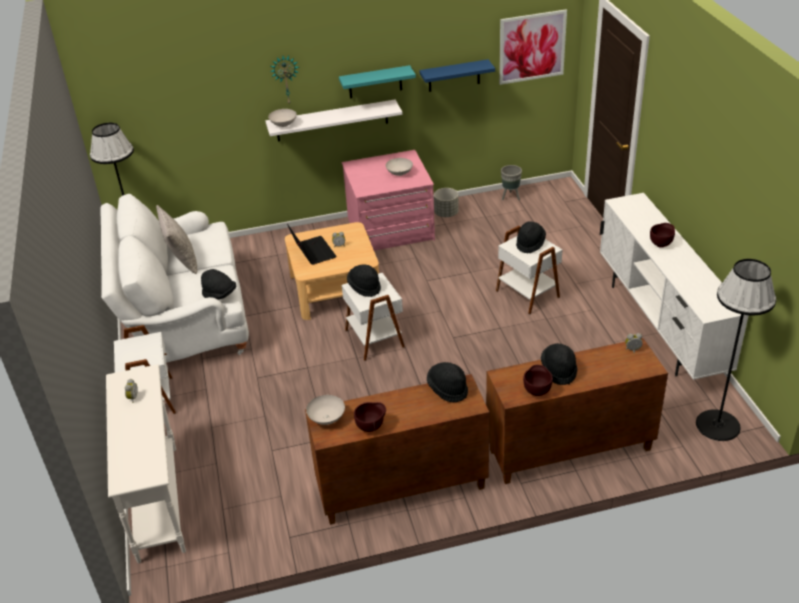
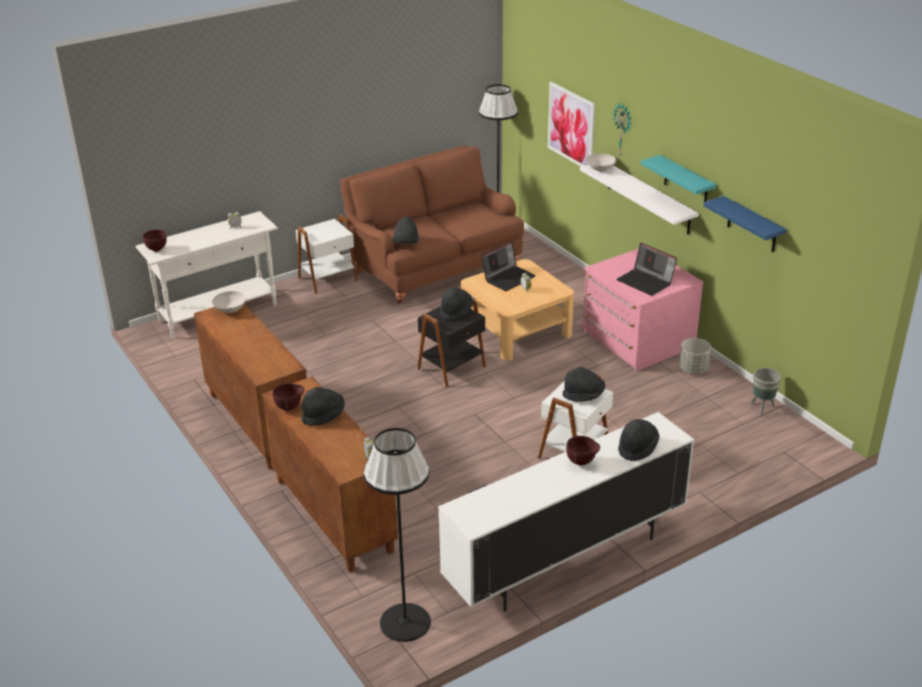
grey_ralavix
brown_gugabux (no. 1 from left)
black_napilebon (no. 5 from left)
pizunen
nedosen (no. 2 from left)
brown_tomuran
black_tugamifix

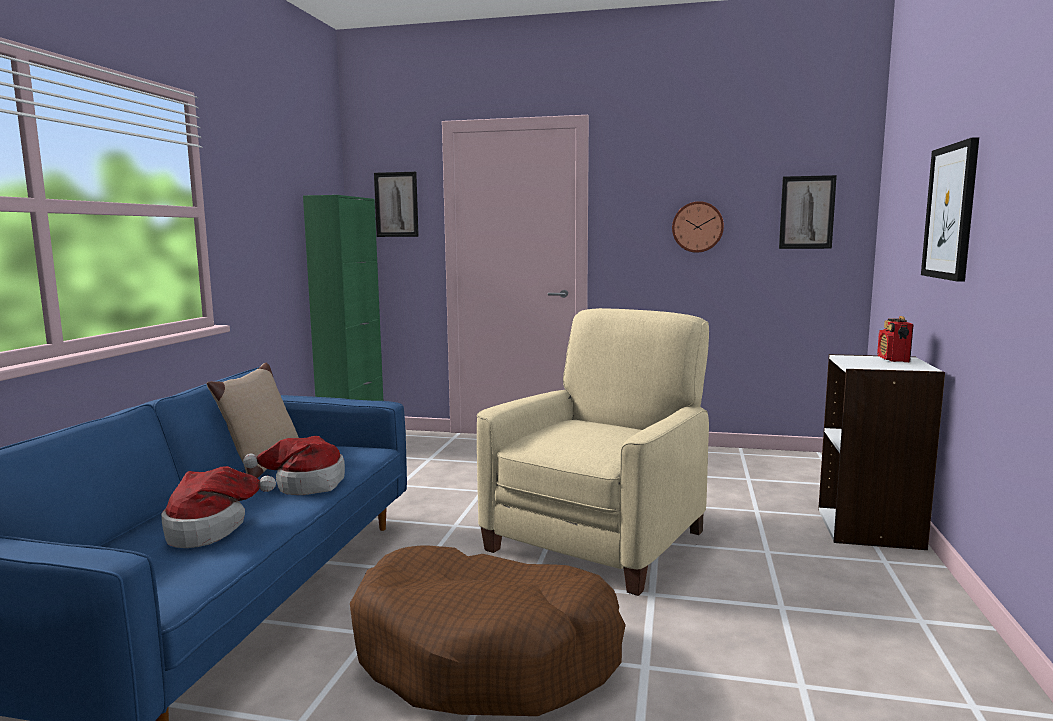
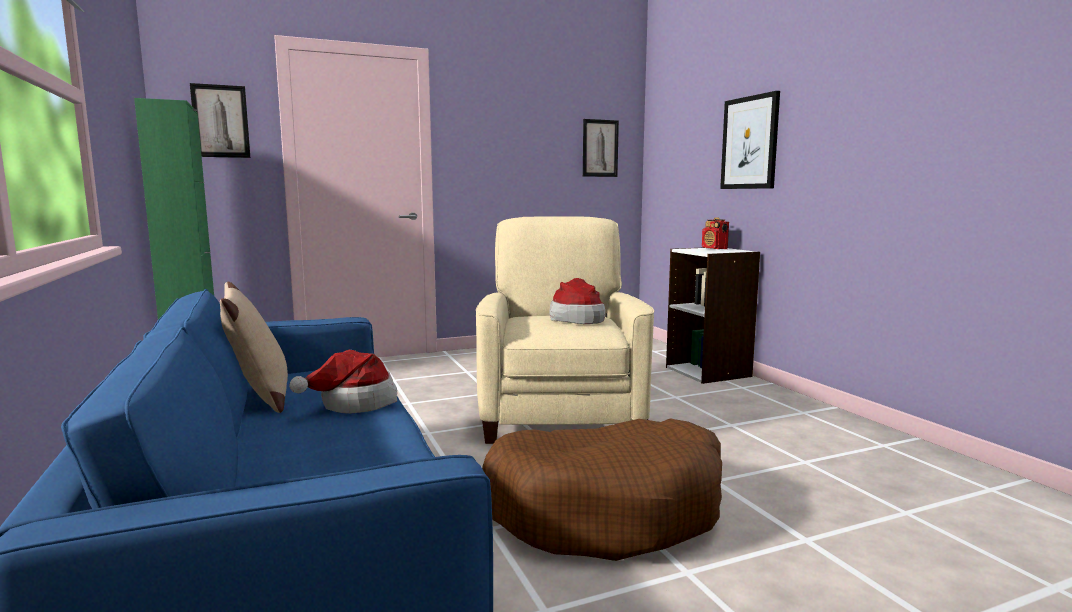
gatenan
napilebon (no. 2 from left)

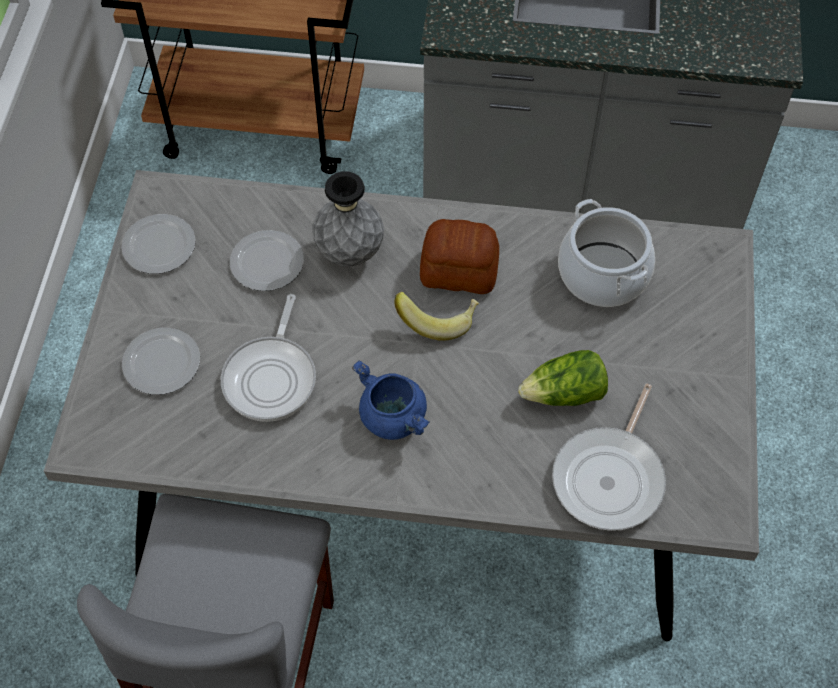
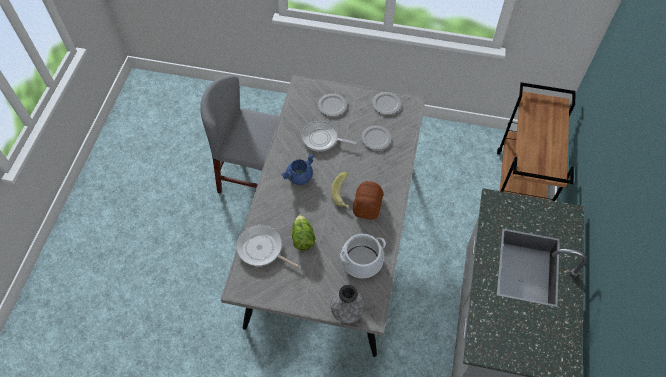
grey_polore

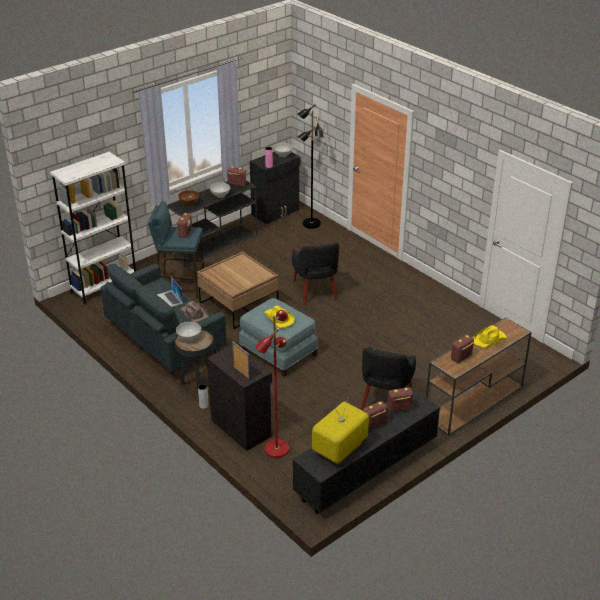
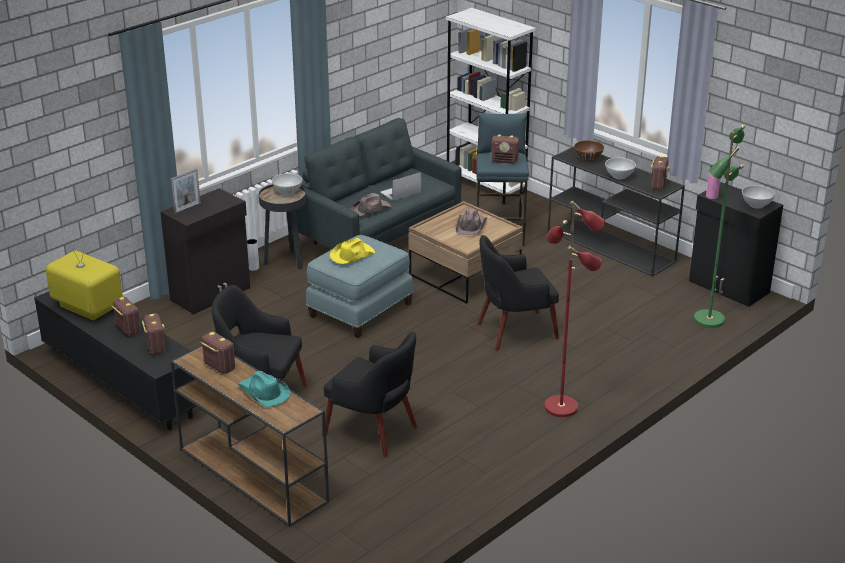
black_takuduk (no. 2 from left)
brown_napilebon (no. 2 from left)
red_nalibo
green_nalibo
turquoise_napilebon

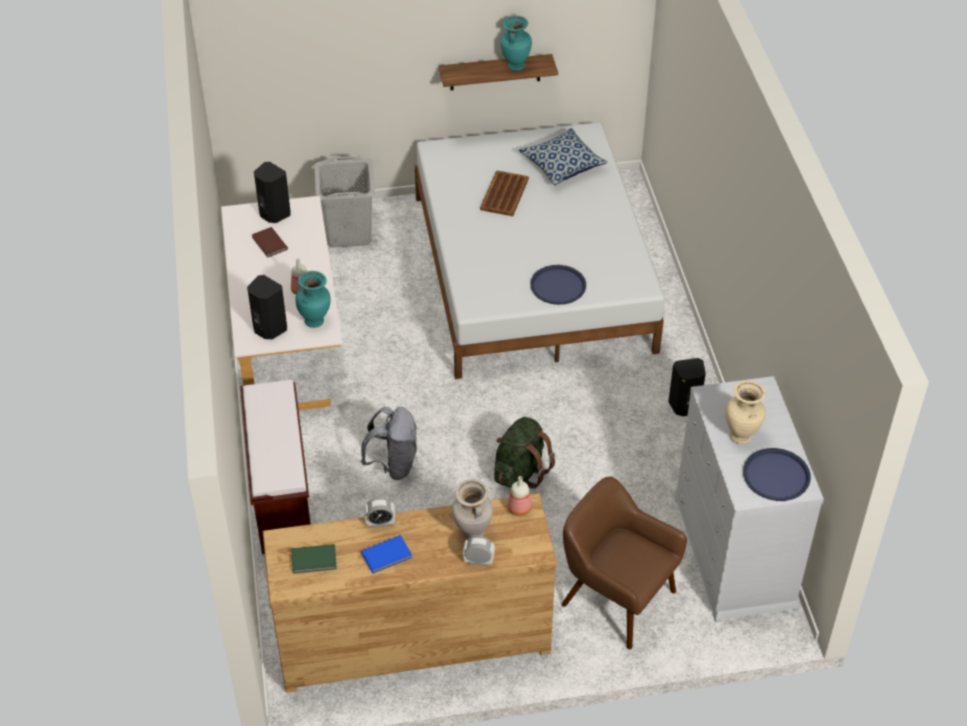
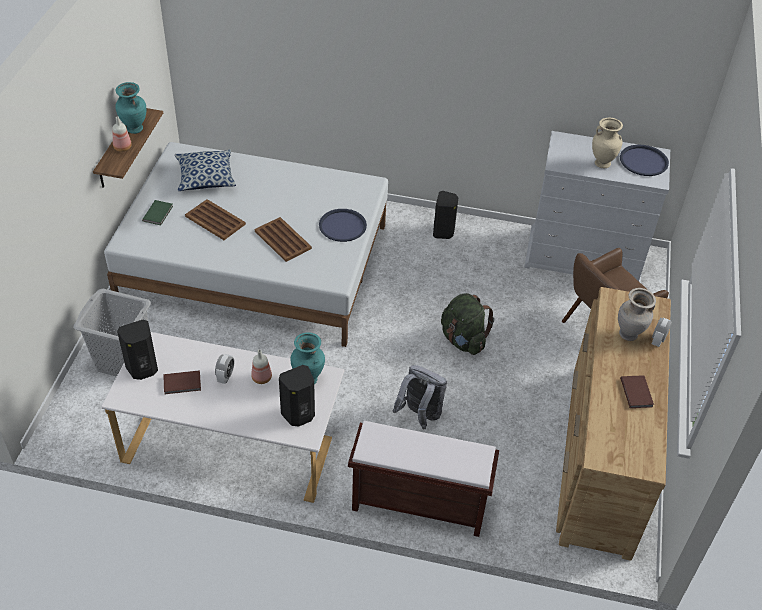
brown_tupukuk (no. 2 from left)
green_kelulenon
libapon (no. 1 from left)
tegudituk (no. 1 from left)
brown_kelulenon (no. 2 from left)

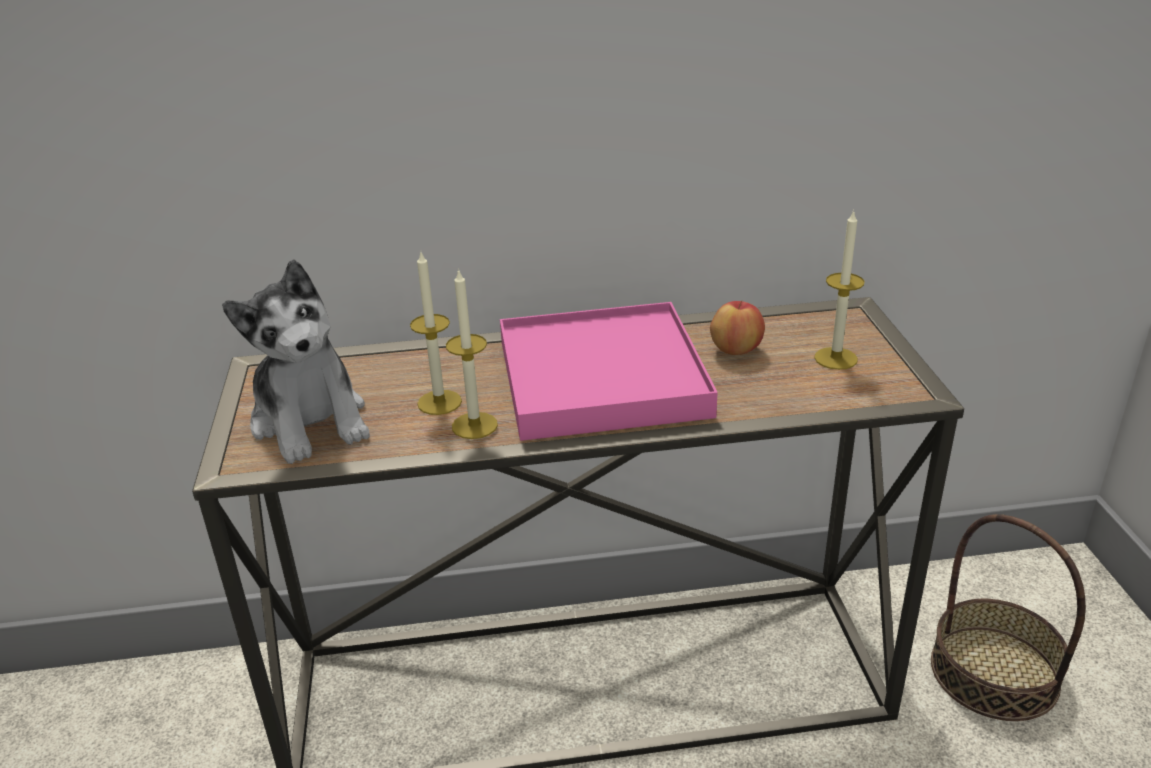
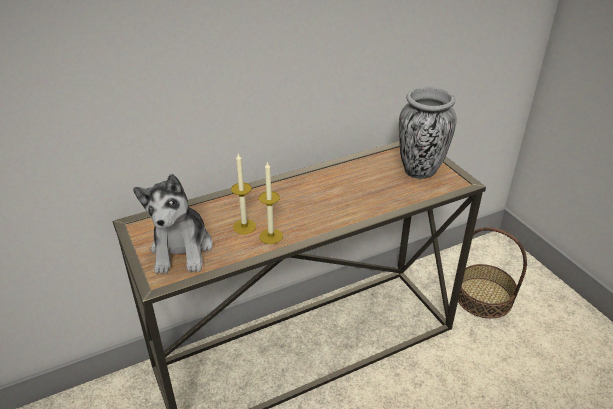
pink_tupukuk
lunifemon
polore
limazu

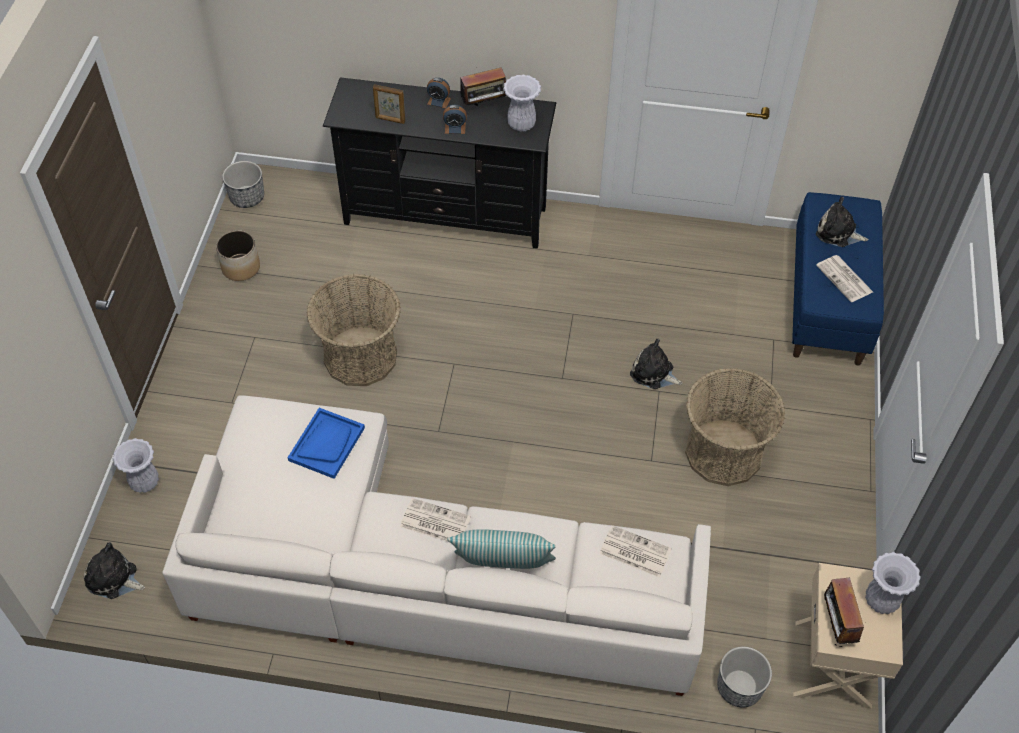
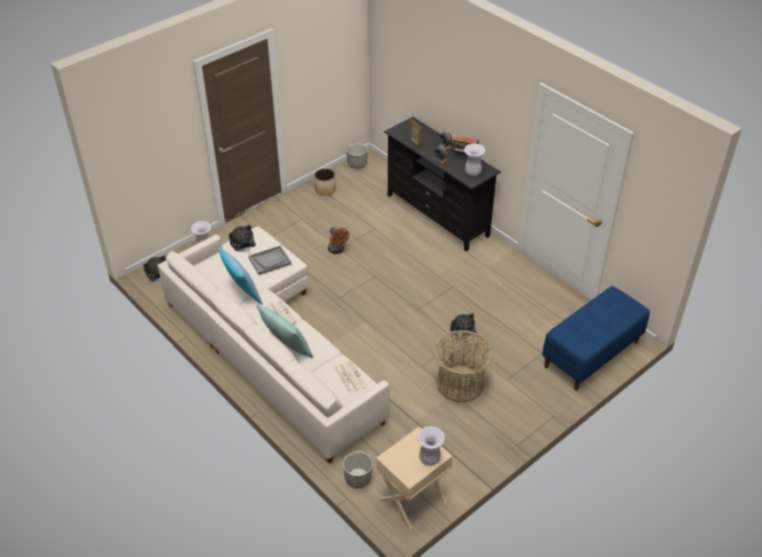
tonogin (no. 3 from left in the first image)
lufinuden (no. 2 from left in the first image)
ralavix (no. 1 from left)
limazu (no. 2 from left)
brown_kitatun
grey_tupukuk

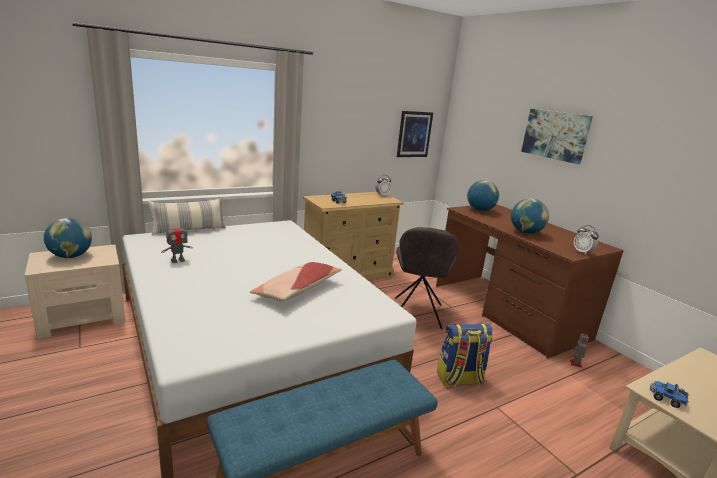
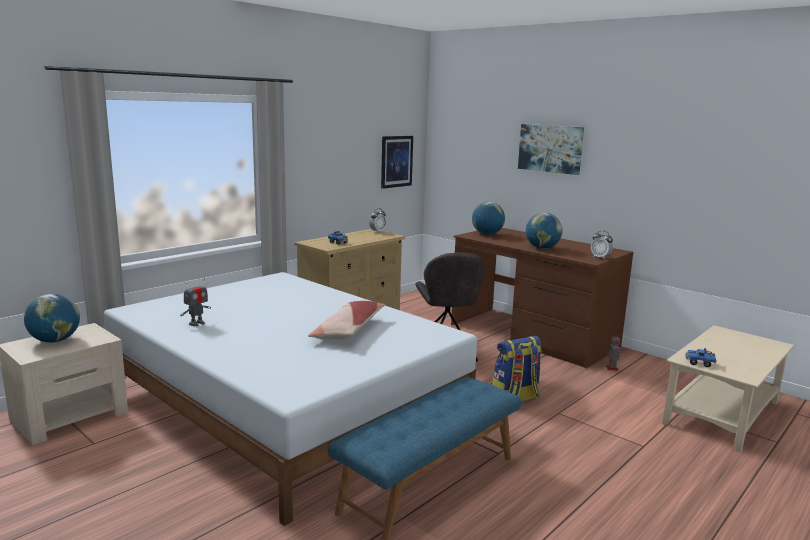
ralavix (no. 1 from left in the first image)

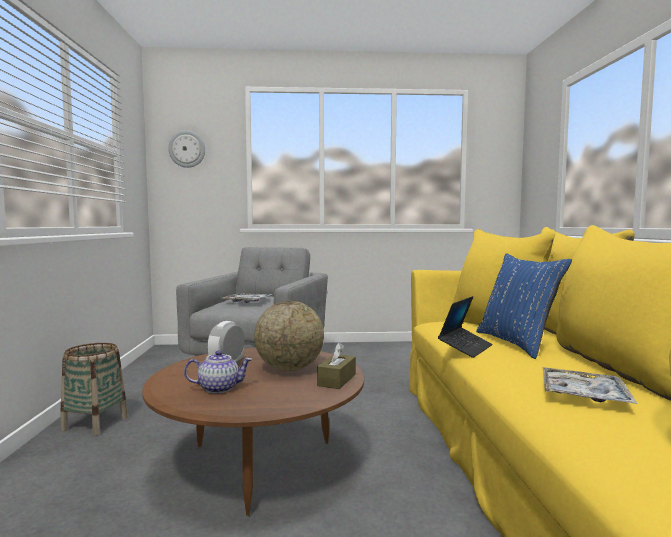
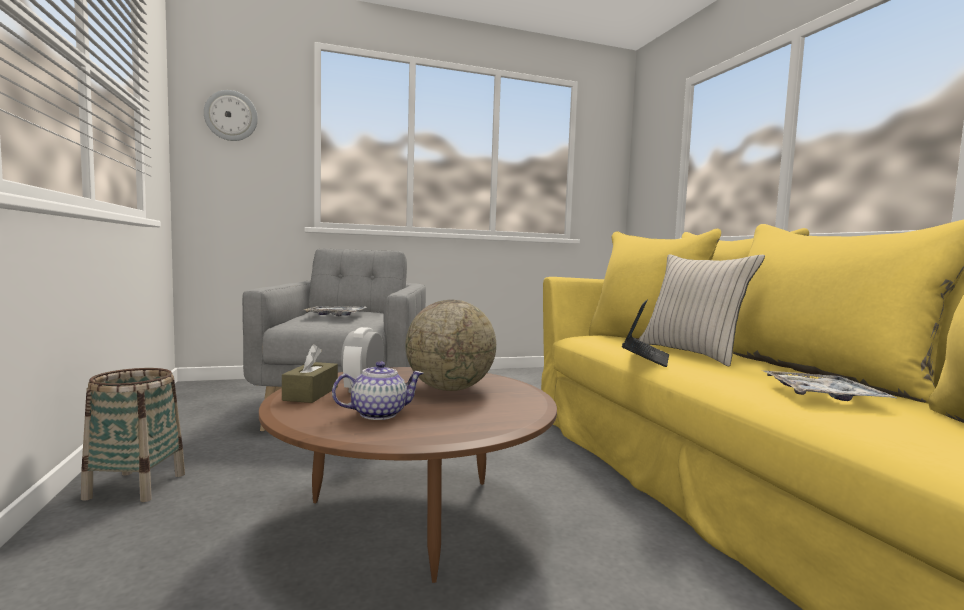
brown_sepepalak
beige_ralavix

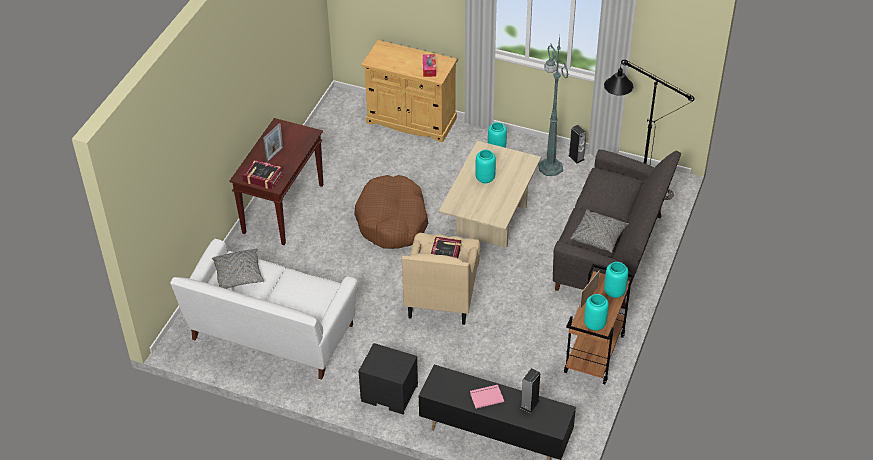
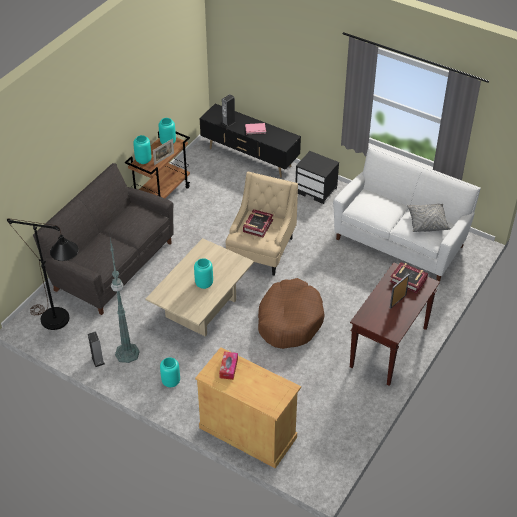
grey_ralavix (no. 2 from left in the first image)

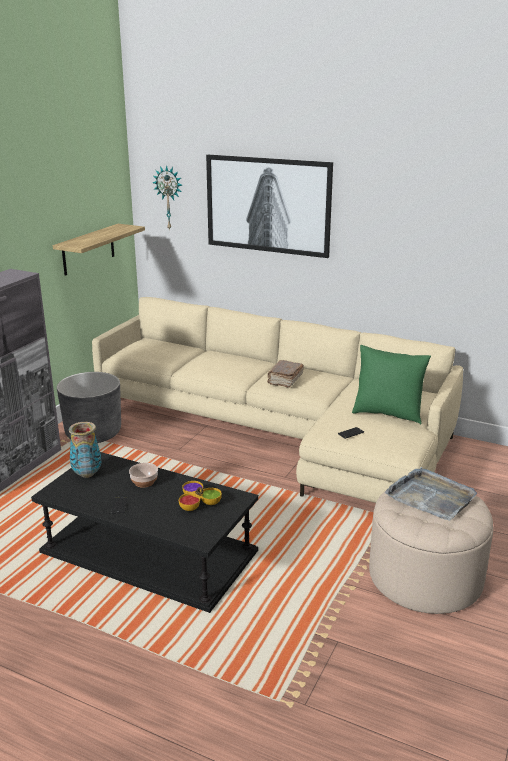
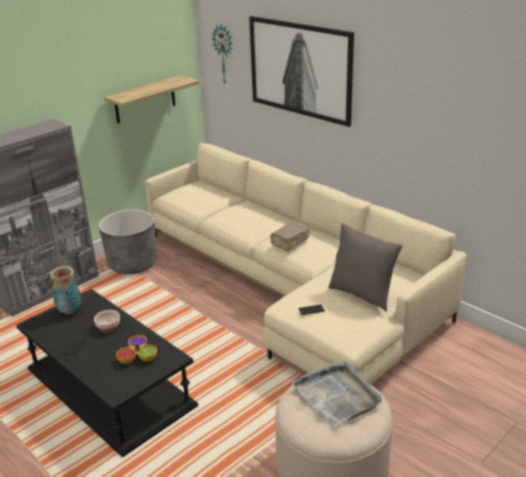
grey_ralavix

